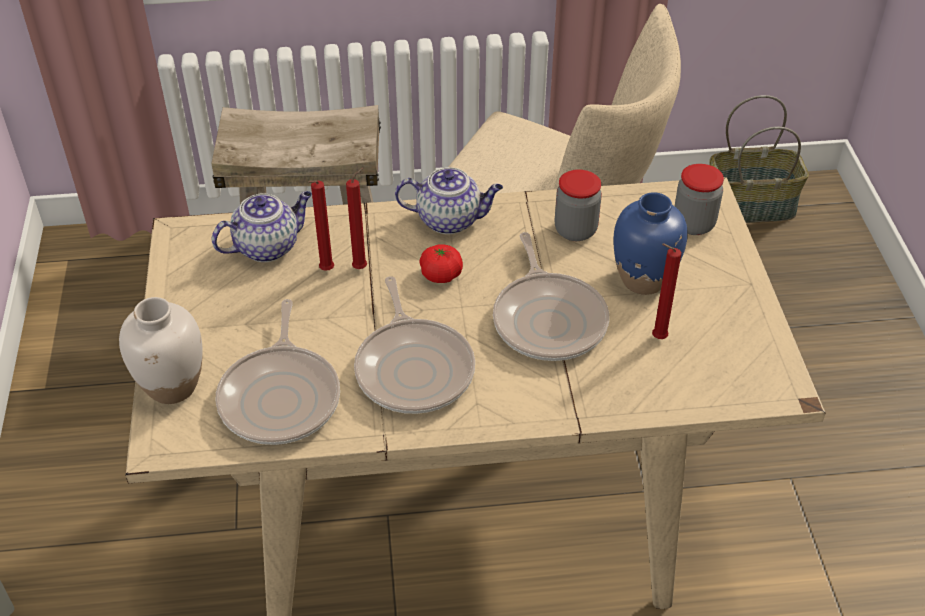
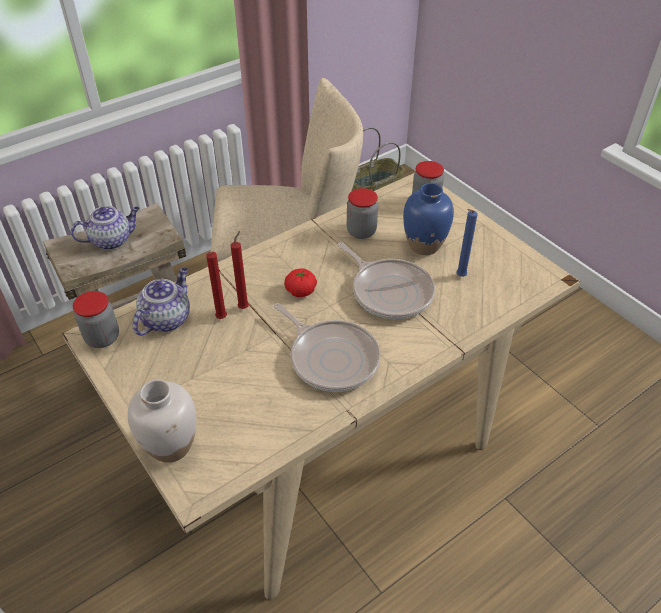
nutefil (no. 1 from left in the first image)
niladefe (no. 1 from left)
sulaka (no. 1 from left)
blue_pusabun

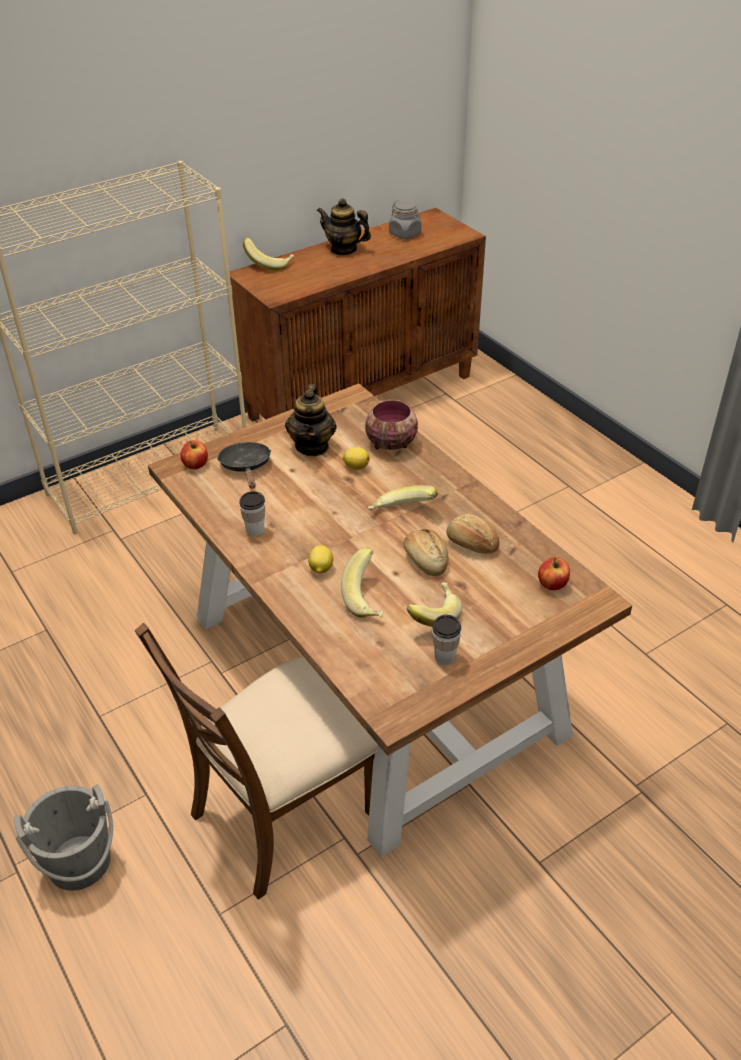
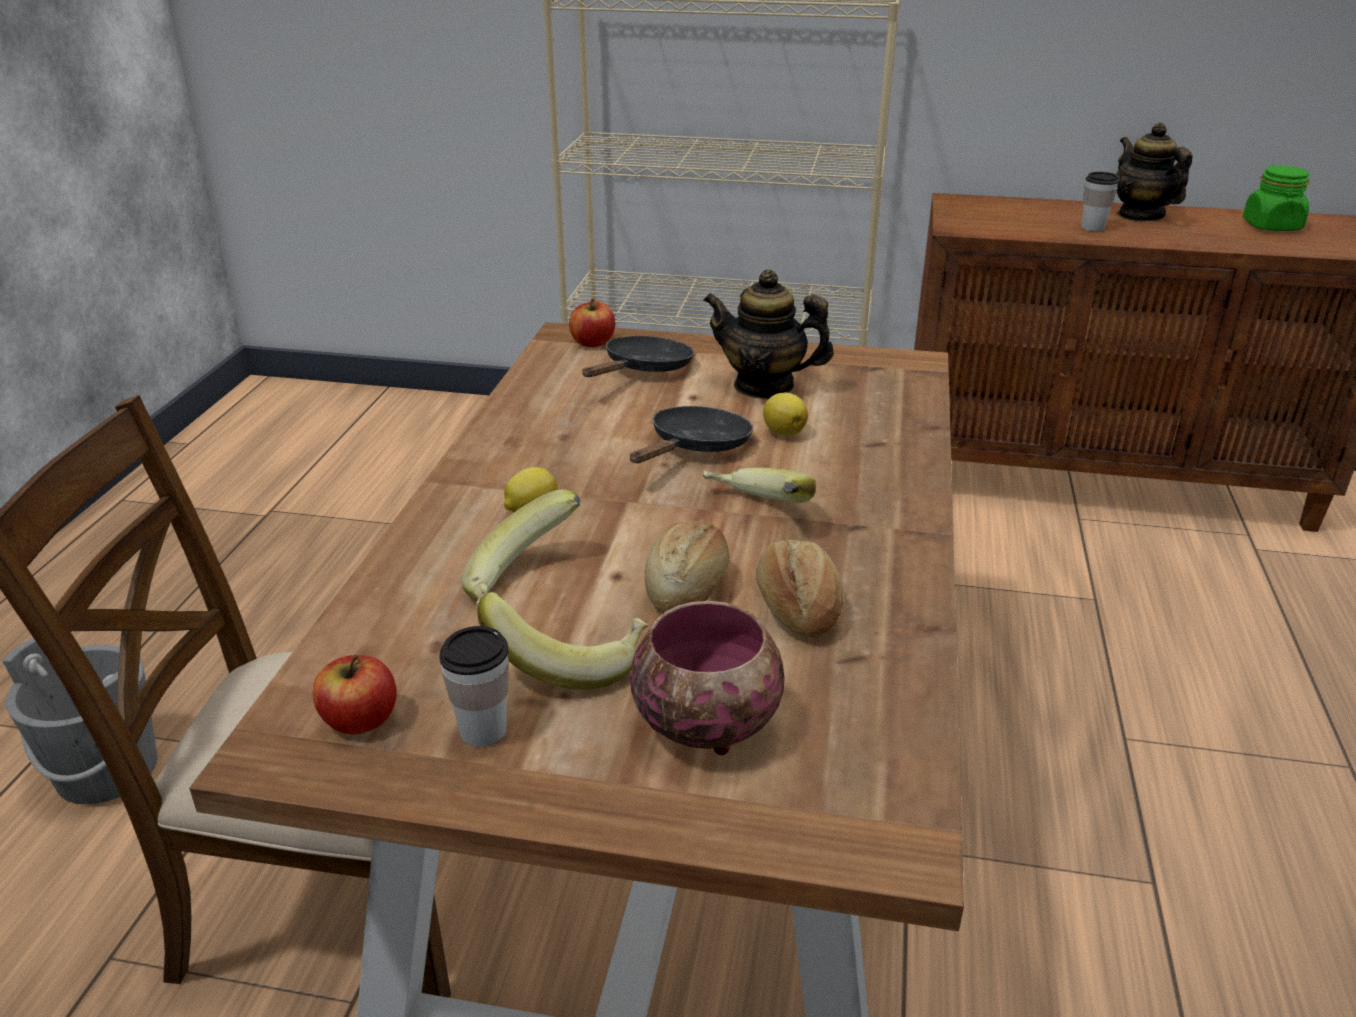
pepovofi (no. 1 from left in the first image)
black_nutefil (no. 2 from left)
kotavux (no. 2 from left)
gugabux
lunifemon (no. 1 from left)
green_niladefe
sulaka (no. 1 from left)

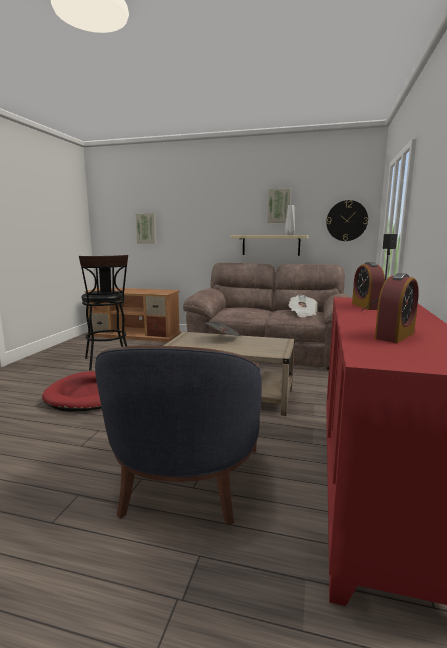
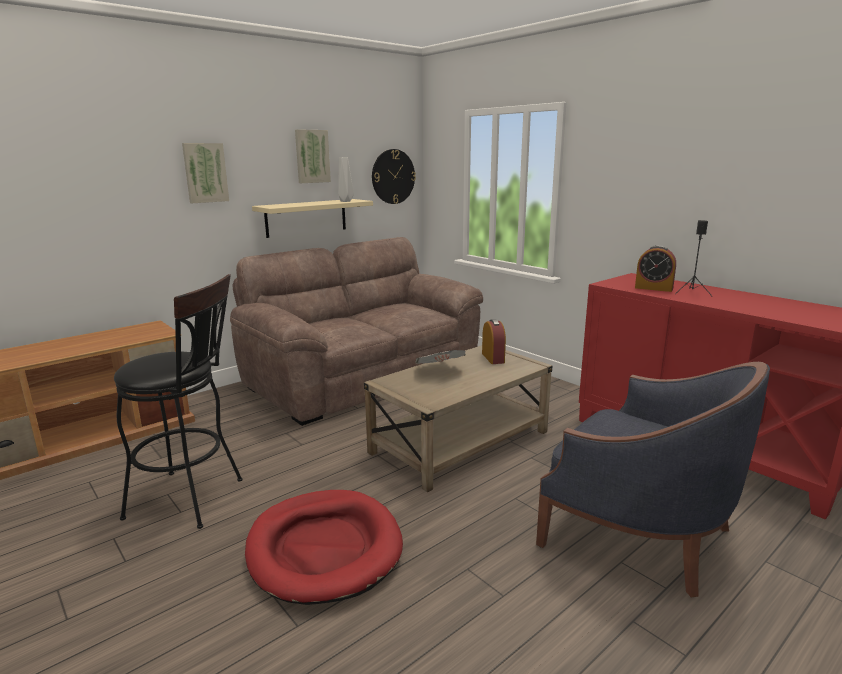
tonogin (no. 2 from left in the first image)
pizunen (no. 1 from left)
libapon (no. 1 from left)

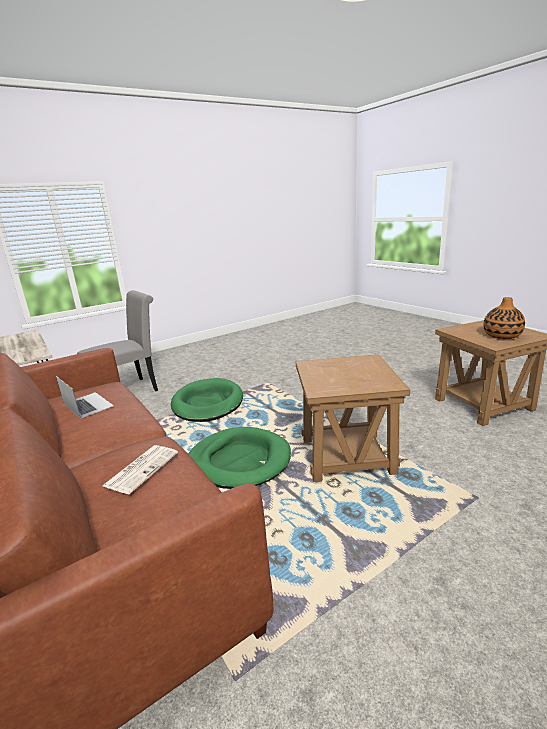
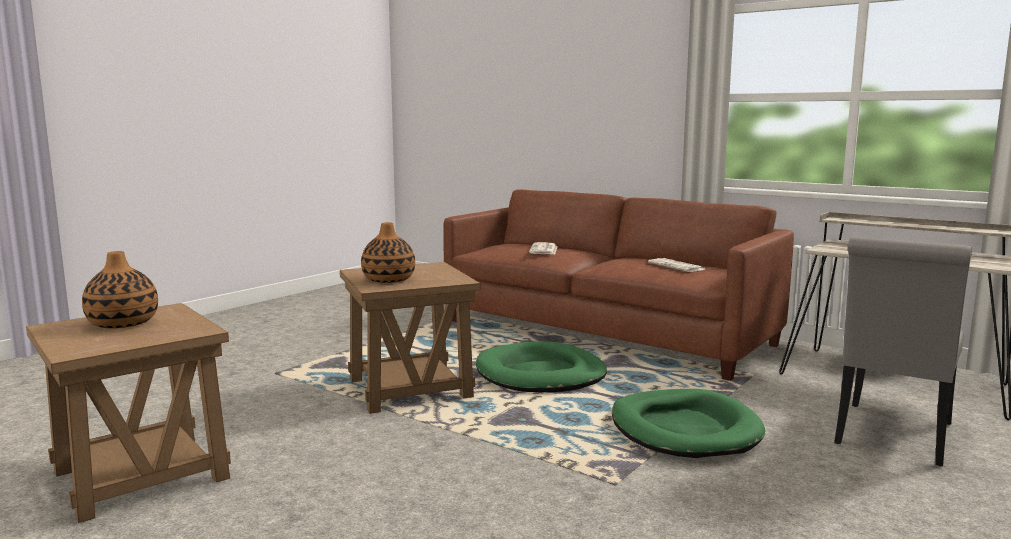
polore (no. 2 from left)
tonogin (no. 2 from left)

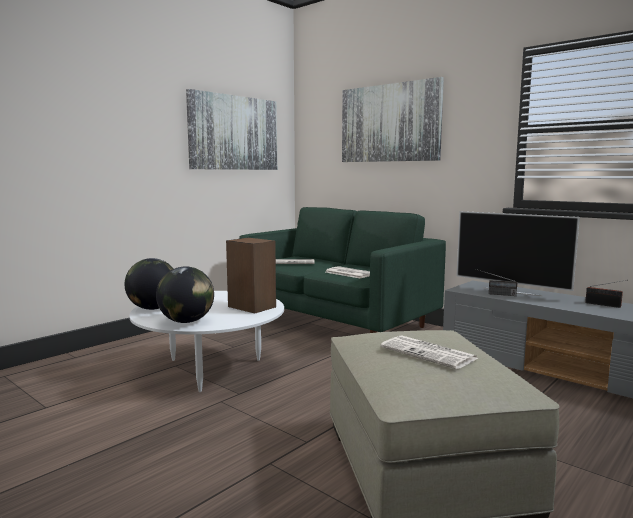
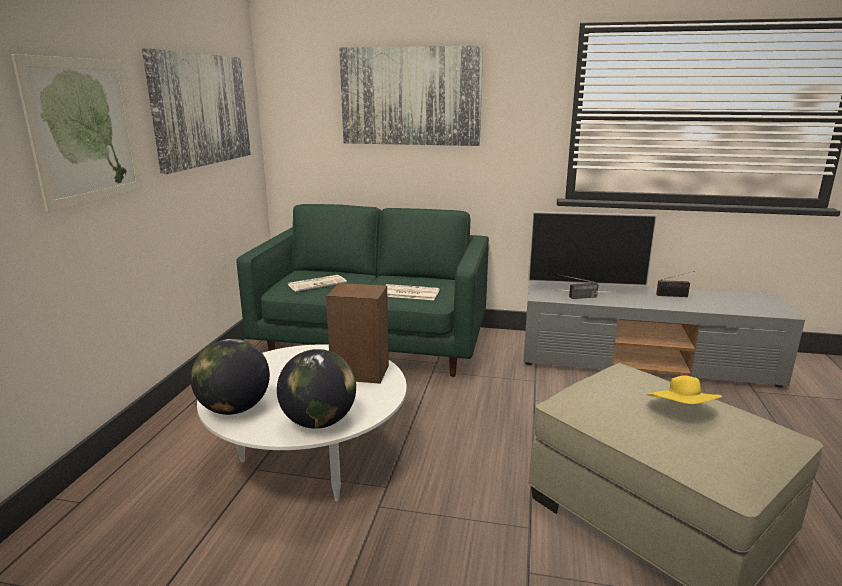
pizunen (no. 1 from left)
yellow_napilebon

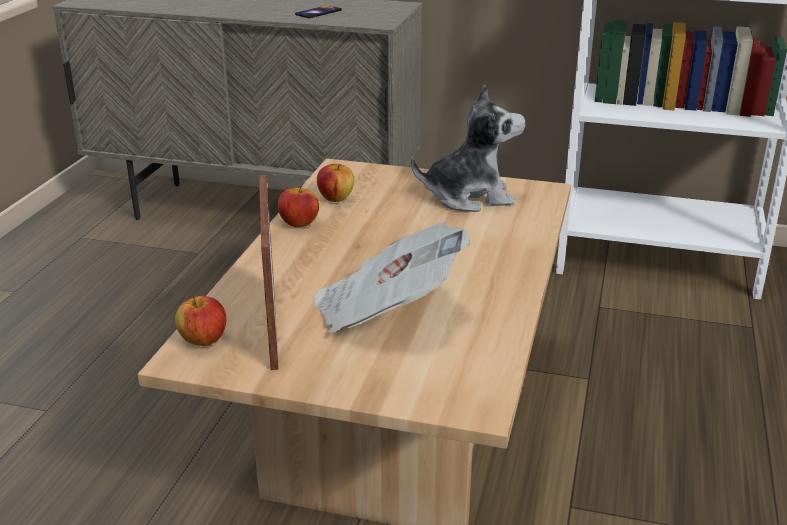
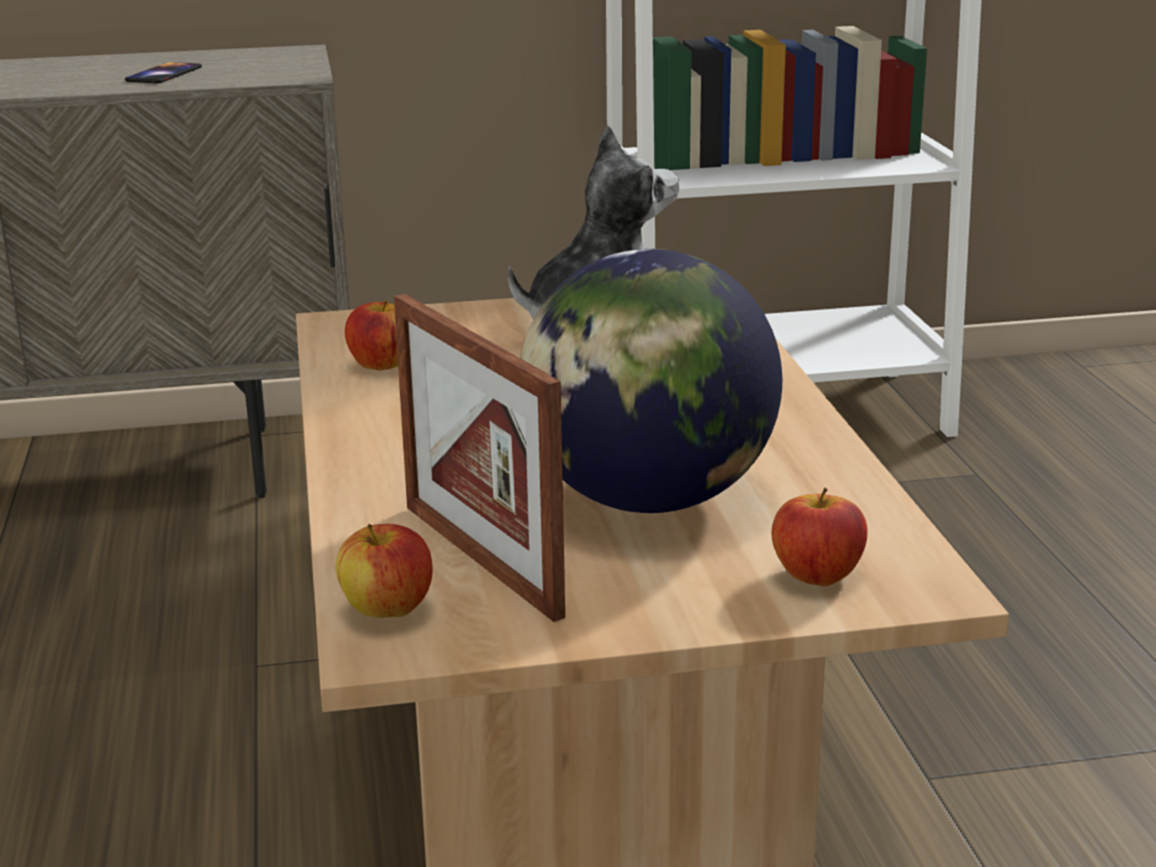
lunifemon (no. 3 from left)
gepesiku

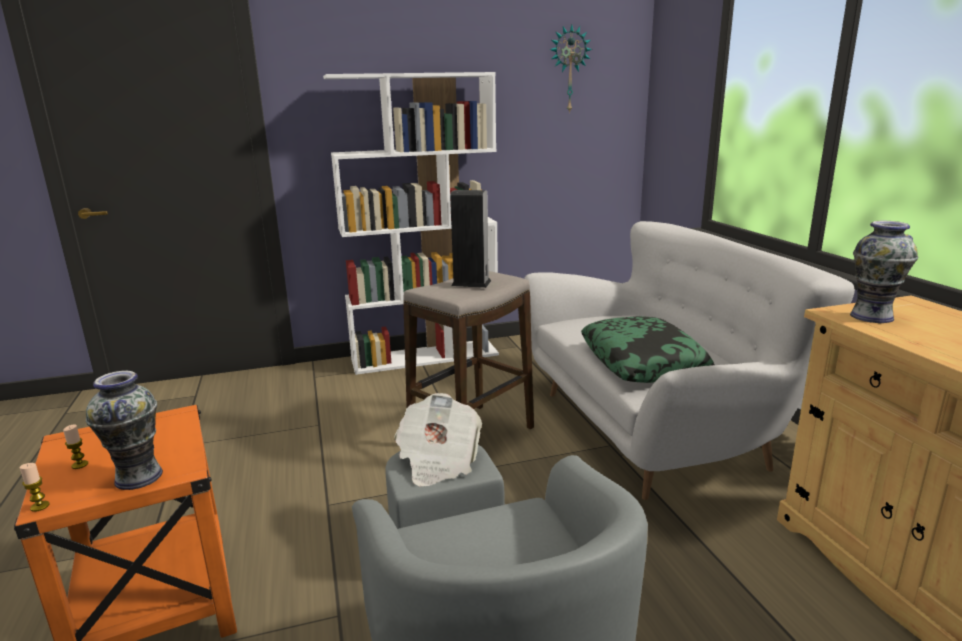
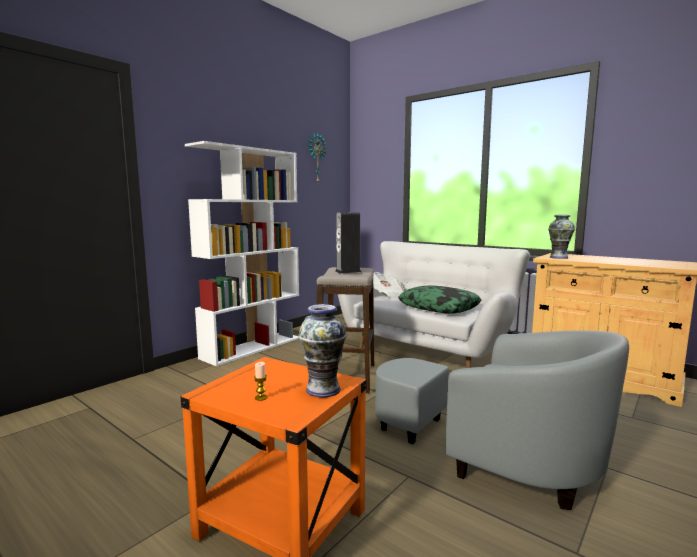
pusabun (no. 1 from left in the first image)
tonogin

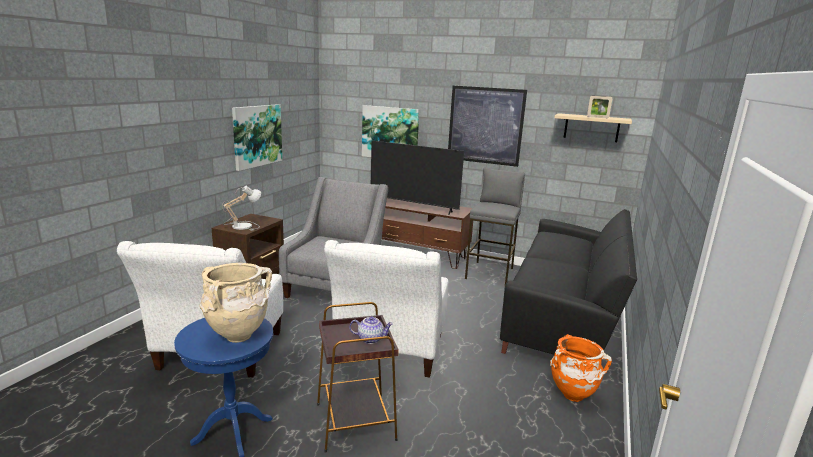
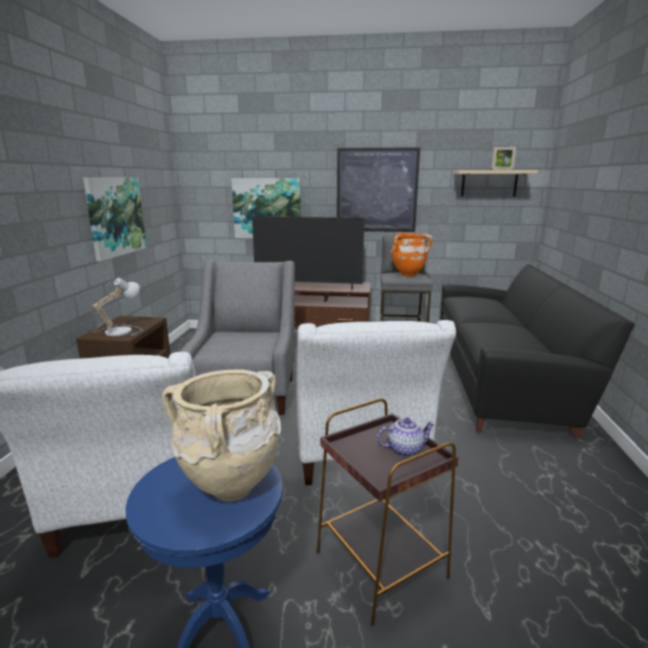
orange_polore

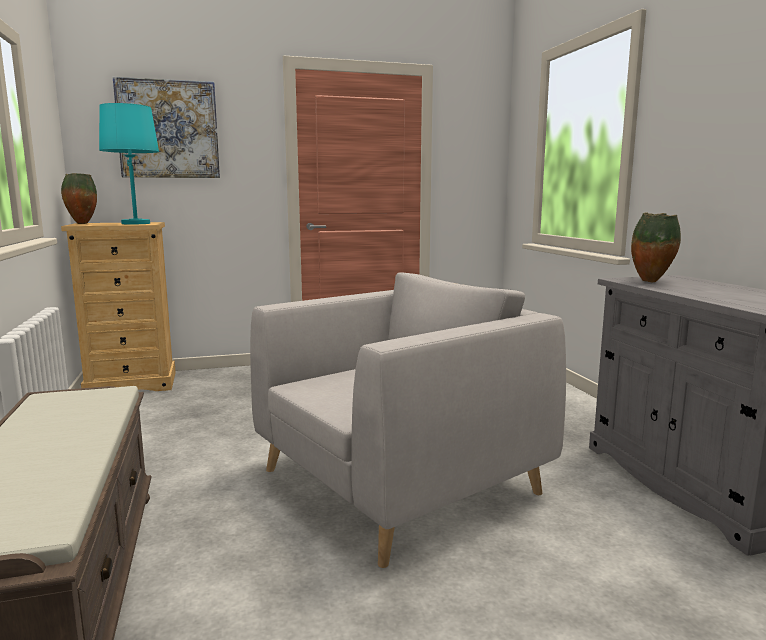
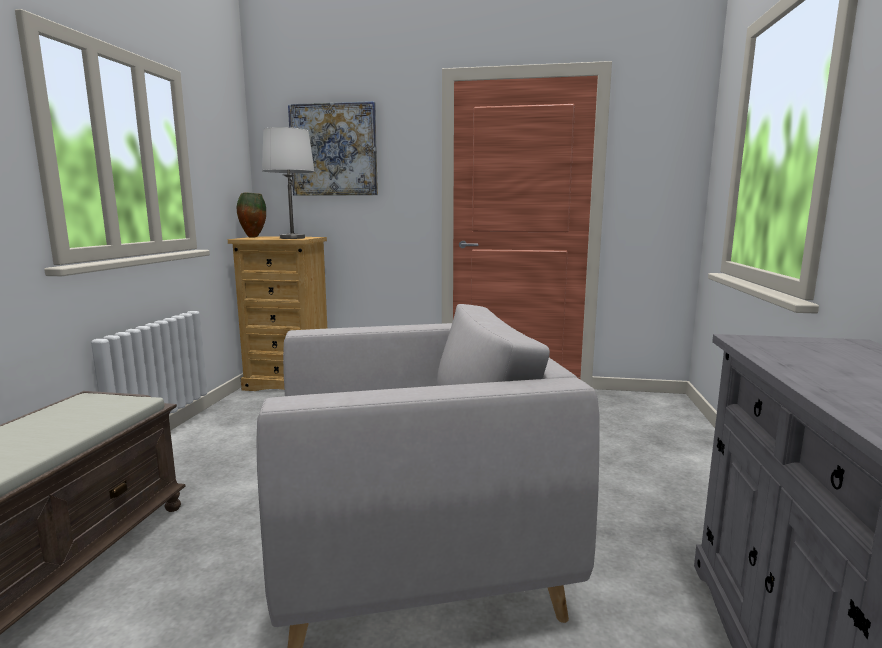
polore (no. 2 from left in the first image)
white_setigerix

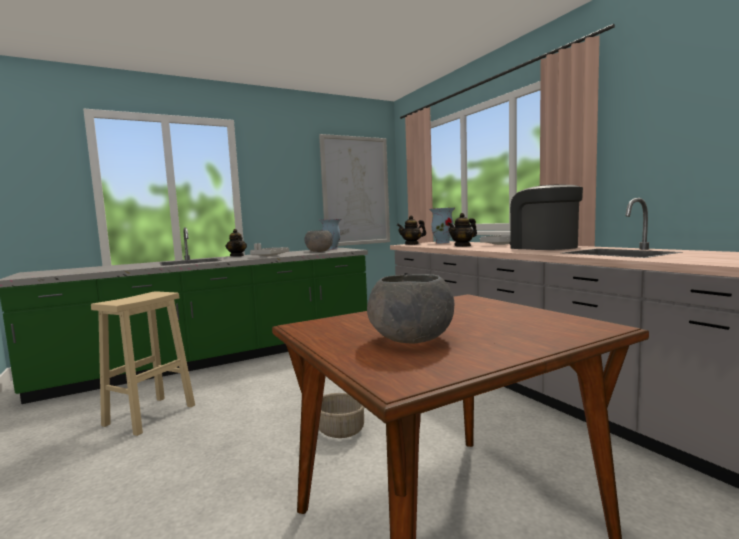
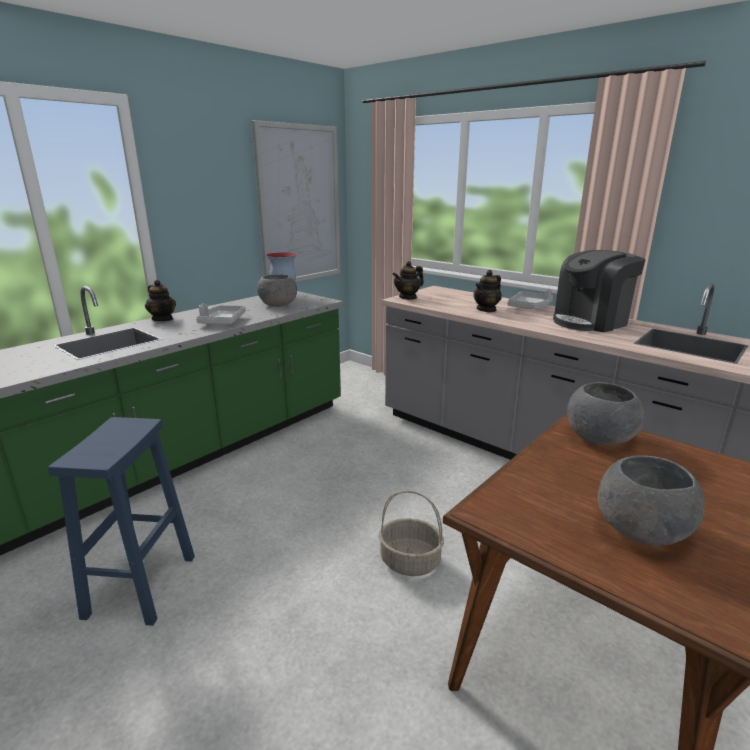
polore (no. 2 from left in the first image)
grey_gugabux (no. 2 from left)
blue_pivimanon
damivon

